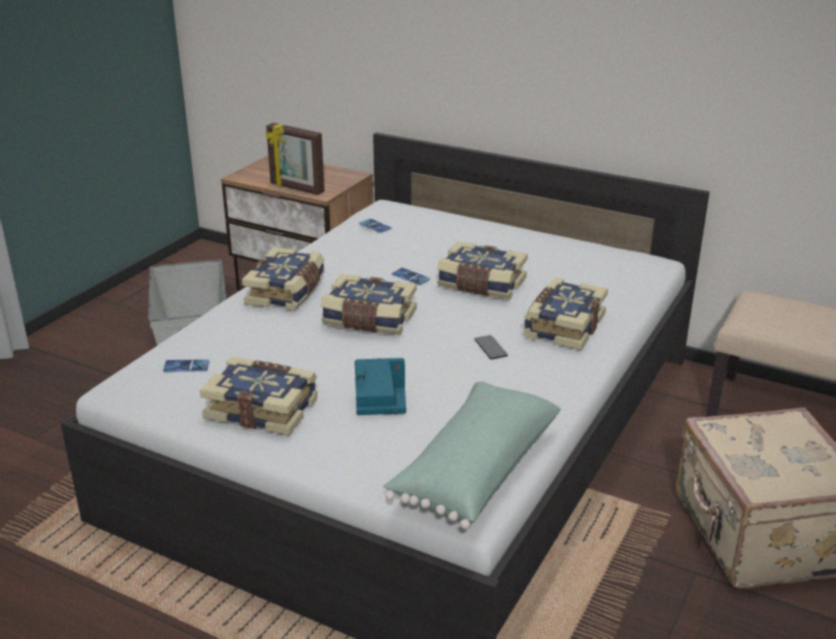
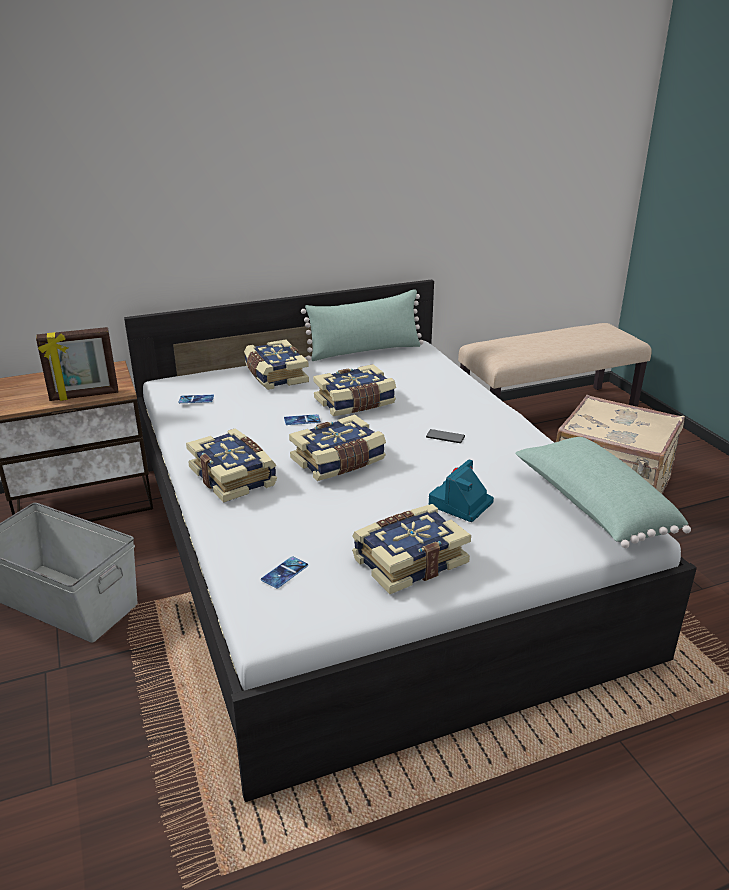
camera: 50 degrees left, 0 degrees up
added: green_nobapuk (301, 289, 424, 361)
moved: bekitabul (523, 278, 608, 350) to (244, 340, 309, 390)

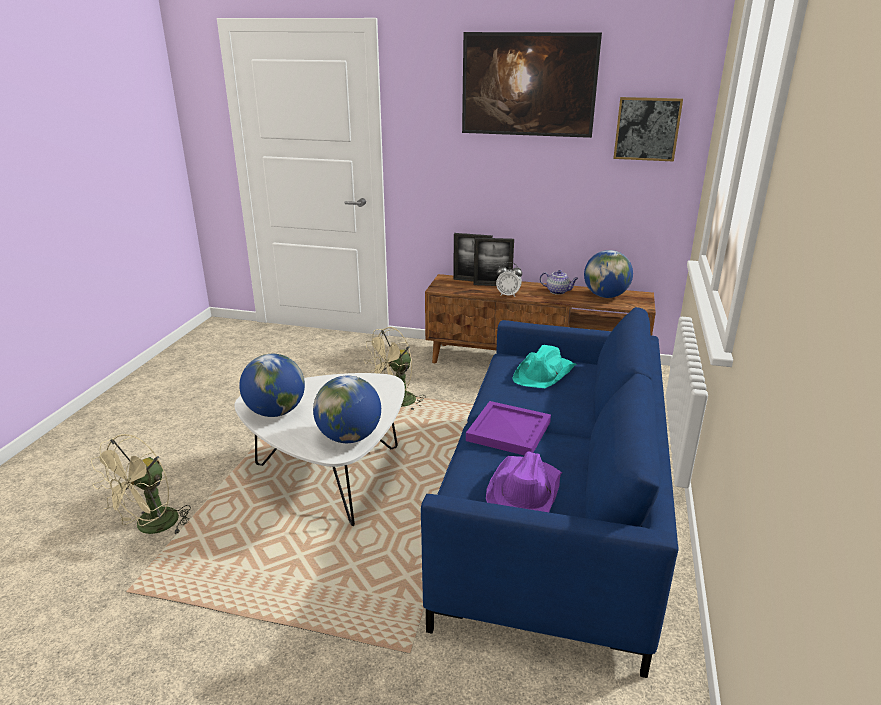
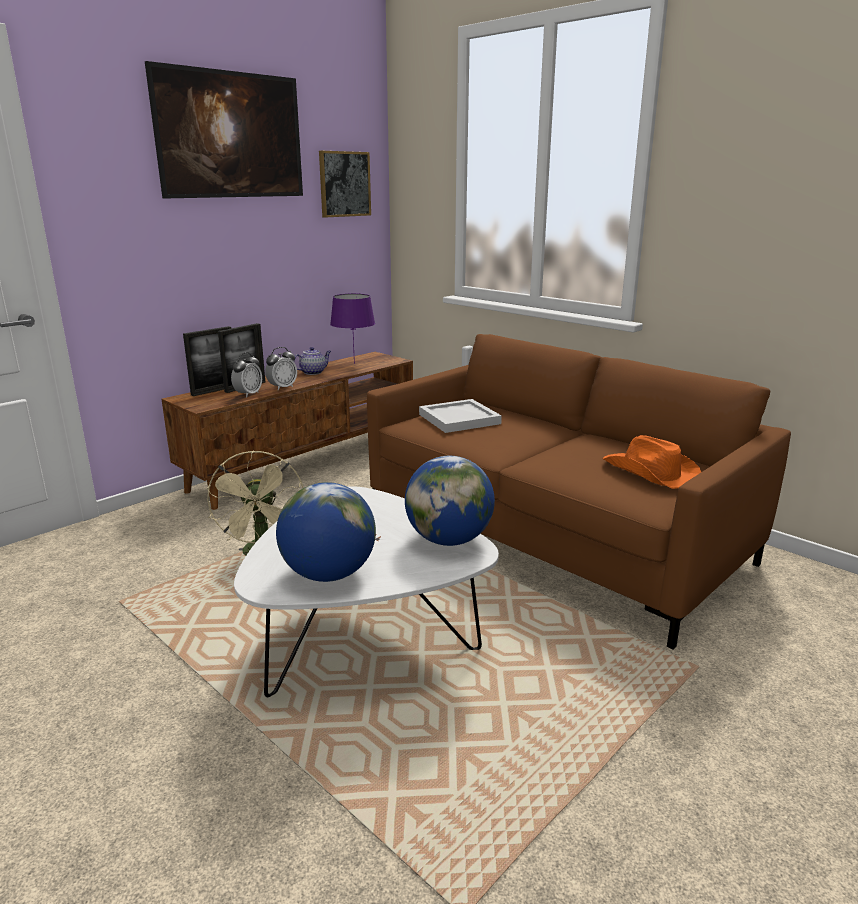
camera: 60 degrees left, 5 degrees down
removed: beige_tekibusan (91, 434, 191, 534); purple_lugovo (466, 401, 551, 455)
added: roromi (231, 352, 262, 397)
replaced: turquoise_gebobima (512, 345, 577, 388) to white_lugovo (419, 399, 502, 433); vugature (584, 250, 633, 298) to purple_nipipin (330, 293, 375, 364)
recoloured: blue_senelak (421, 307, 679, 678) to brown_senelak (367, 334, 791, 650); purple_gebobima (486, 451, 562, 512) to orange_gebobima (602, 435, 701, 489)

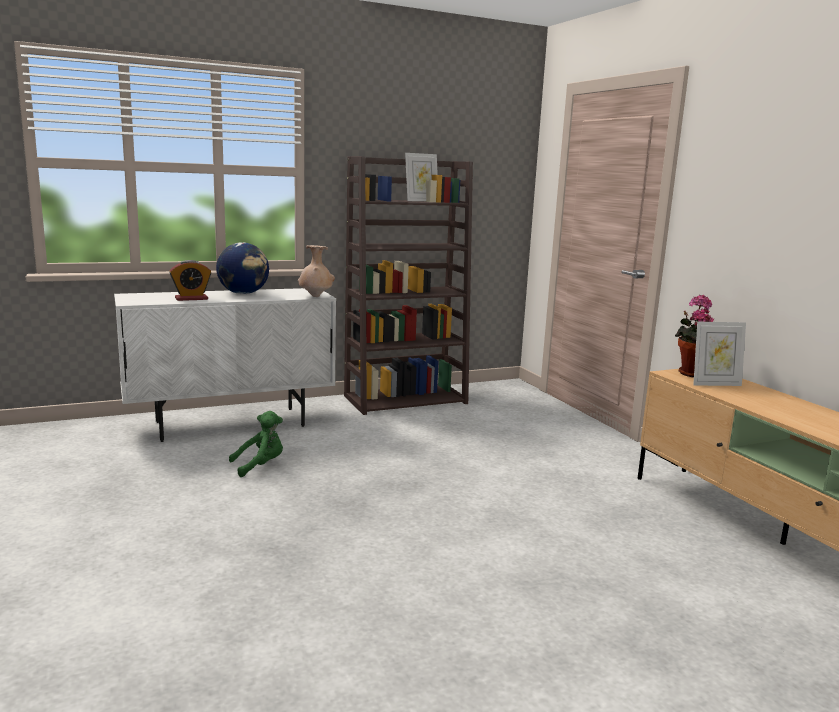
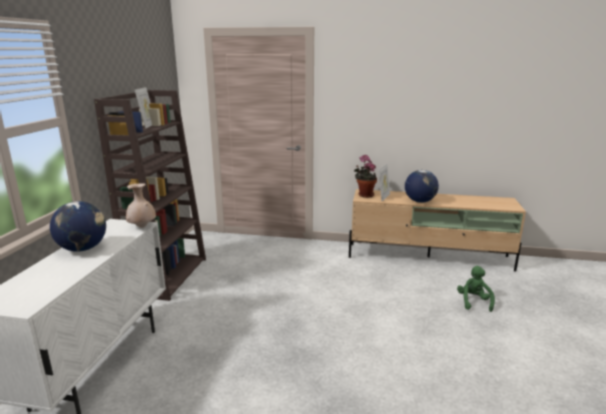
camera: 55 degrees left, 5 degrees up
removed: roromi (169, 260, 211, 301)
added: vugature (405, 170, 439, 203)
moved: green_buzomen (229, 411, 283, 477) to (457, 266, 495, 312)

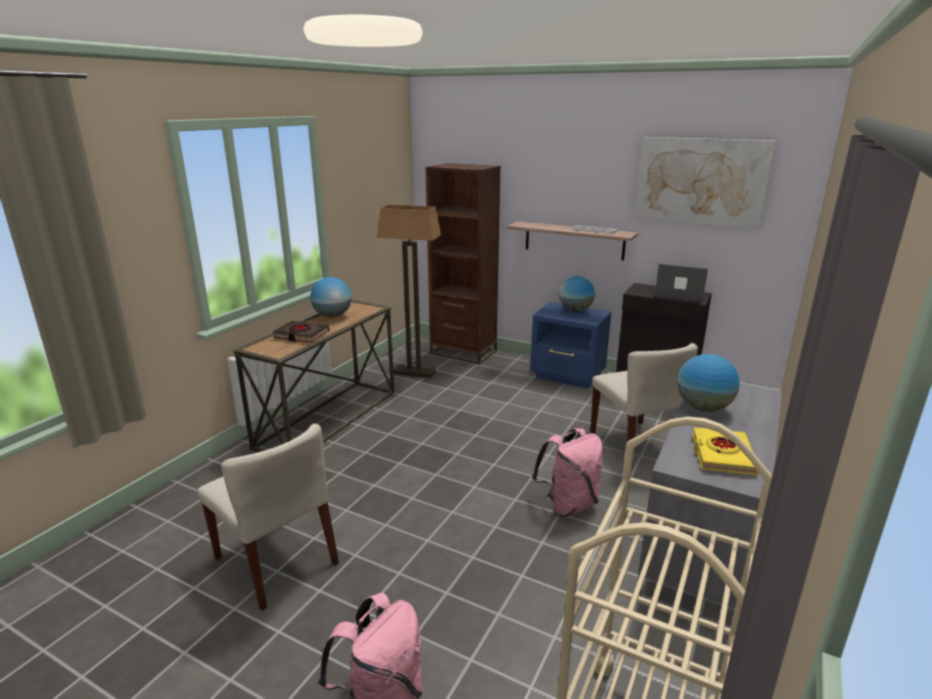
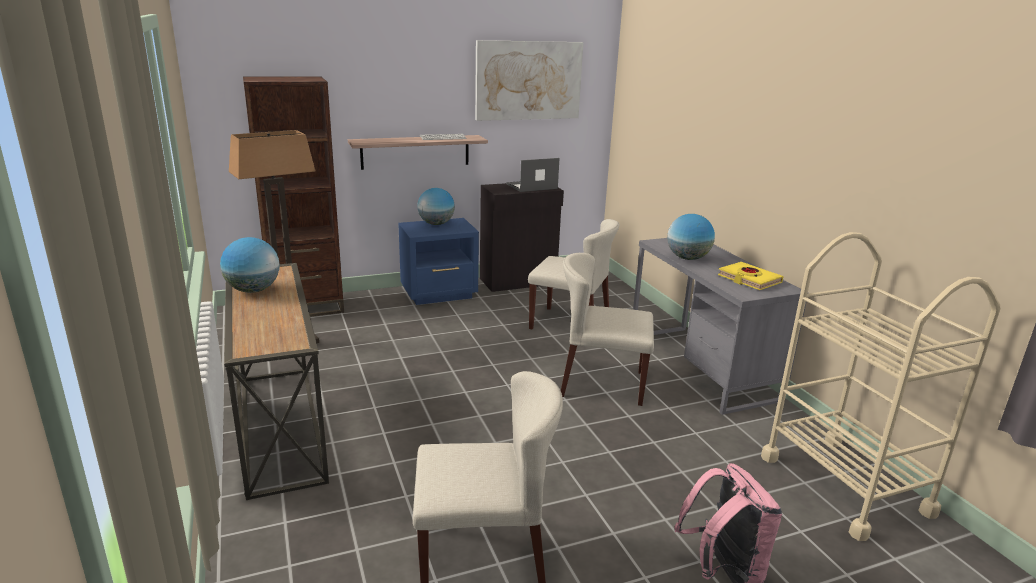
camera: 50 degrees left, 0 degrees up
removed: black_bekitabul (273, 321, 329, 342)
replaced: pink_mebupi (532, 428, 603, 517) to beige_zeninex (561, 253, 654, 406)

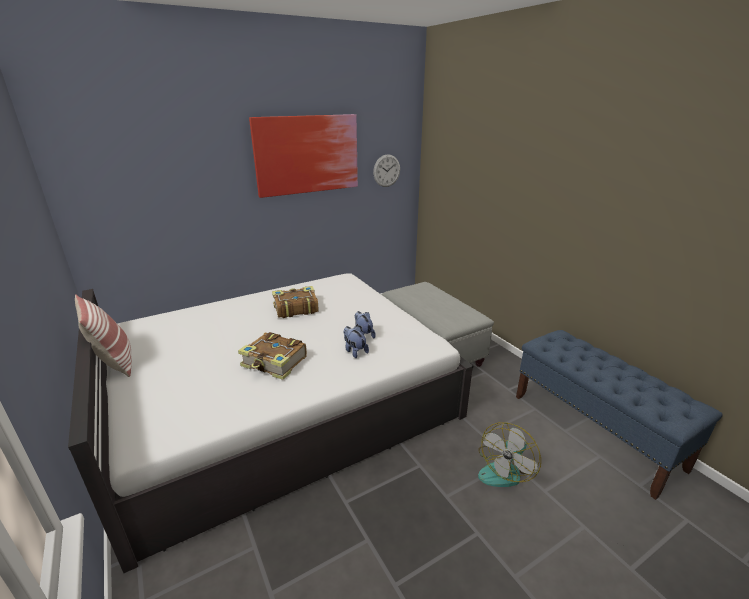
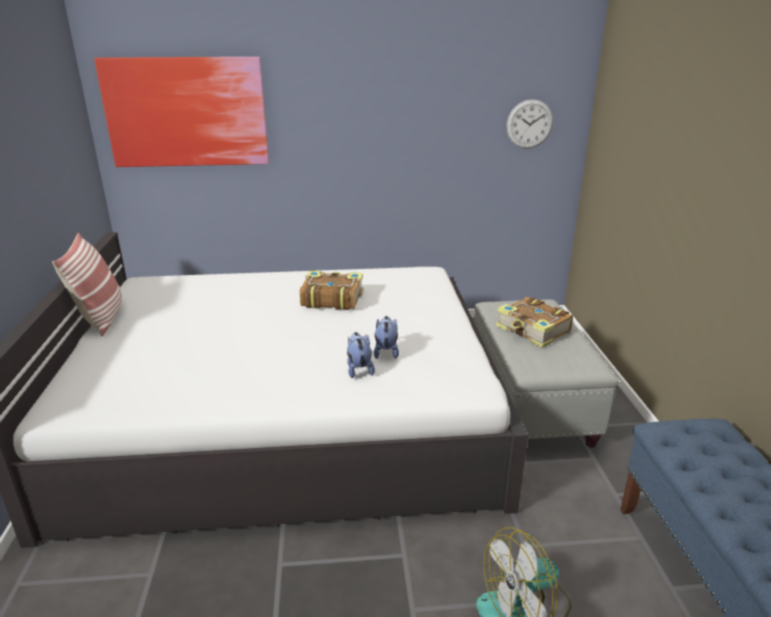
camera: 25 degrees right, 0 degrees up
moved: bekitabul (238, 332, 307, 380) to (496, 297, 573, 348); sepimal (249, 114, 358, 198) to (94, 57, 269, 167)

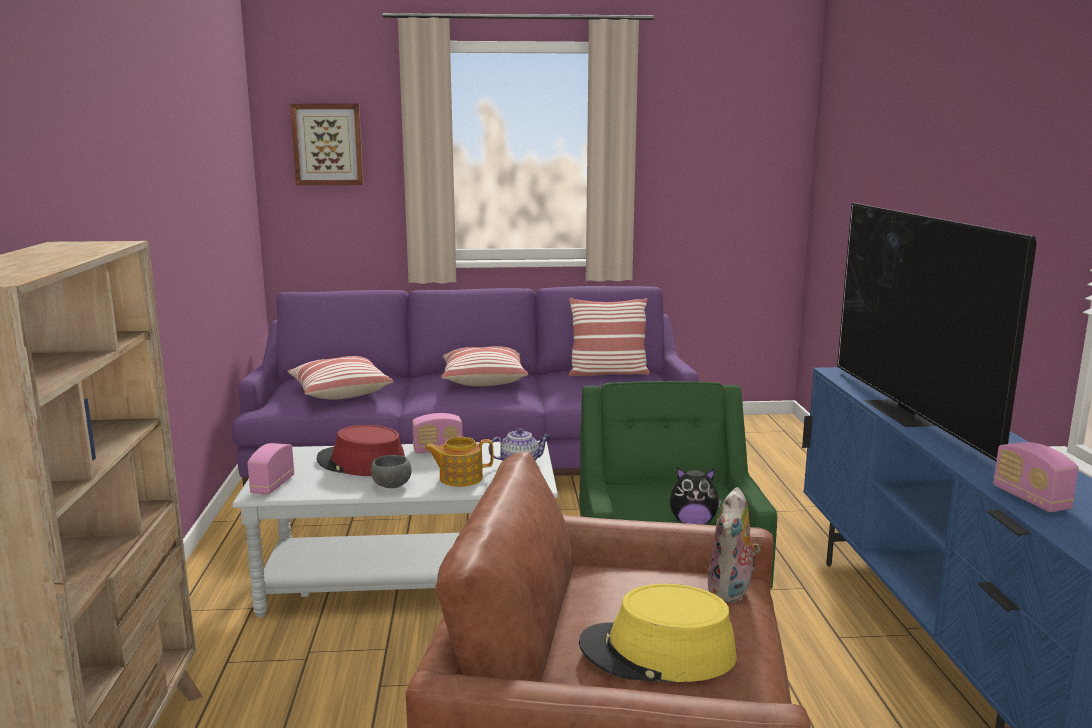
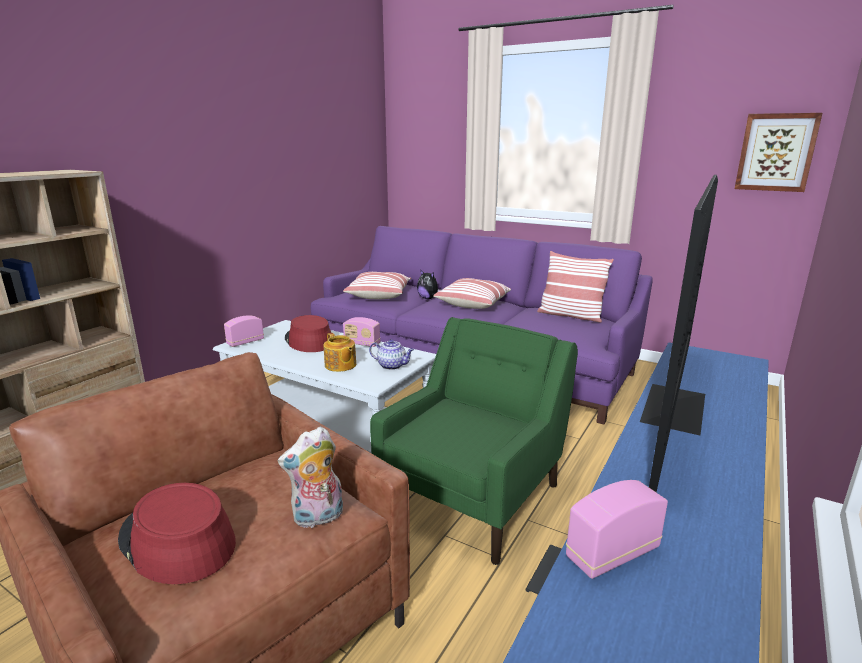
camera: 35 degrees right, 5 degrees up
removed: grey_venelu (371, 455, 412, 488)
moved: sepimal (290, 103, 364, 185) to (735, 113, 822, 192); buzomen (670, 468, 722, 525) to (417, 270, 441, 299)
recoloured: yellow_gebobima (579, 584, 737, 682) to red_gebobima (118, 483, 236, 584)
turned: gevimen (424, 437, 494, 487) = (323, 333, 356, 372) 150 degrees counterclockwise; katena (993, 442, 1079, 512) = (566, 480, 668, 579) 45 degrees clockwise

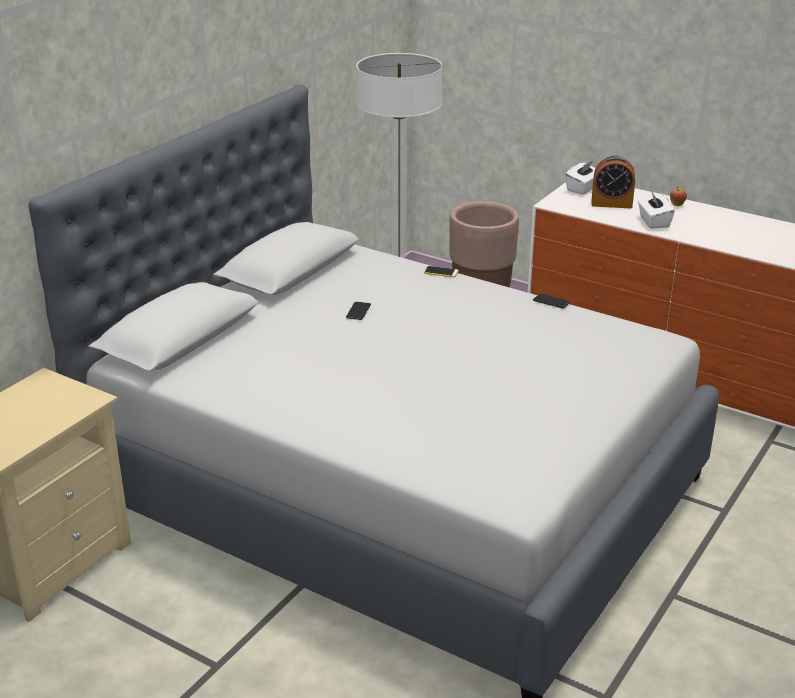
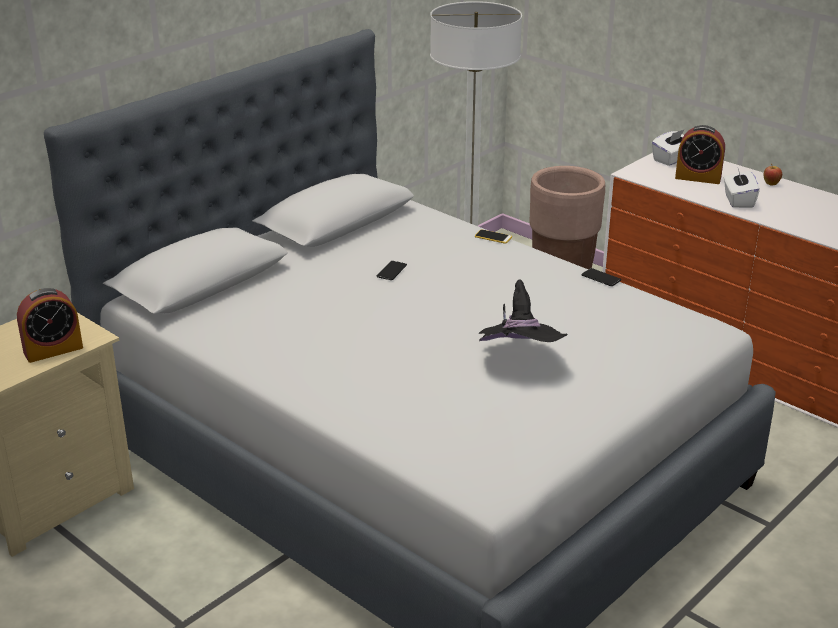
camera: 10 degrees right, 0 degrees up
added: roromi (17, 288, 83, 363); black_gebobima (478, 279, 567, 342)

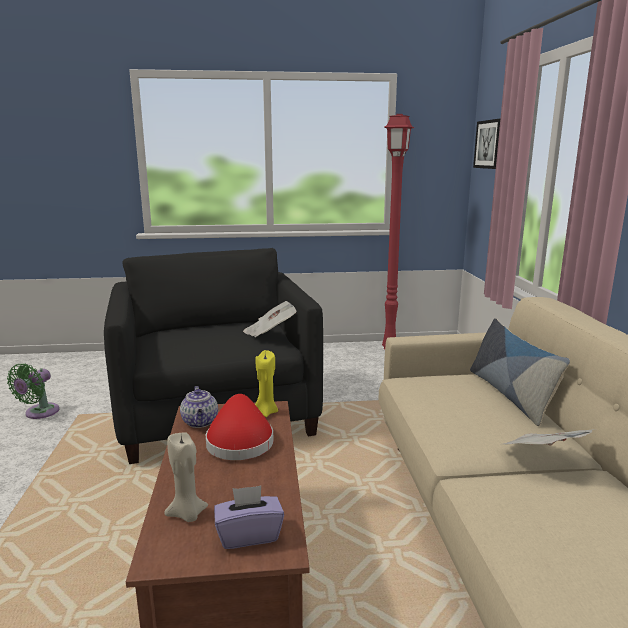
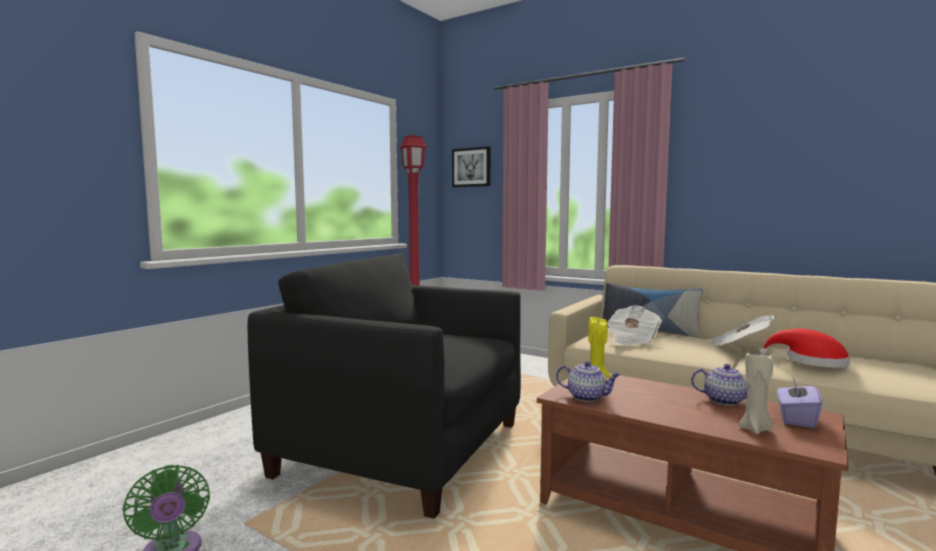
camera: 50 degrees left, 10 degrees down
added: gevimen (691, 364, 748, 406)
moved: red_gebobima (206, 394, 273, 460) to (759, 328, 850, 367); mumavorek (243, 301, 297, 337) to (607, 305, 662, 346)

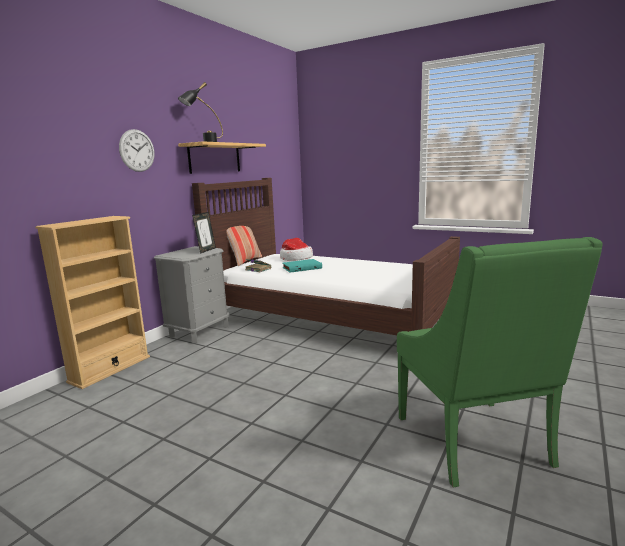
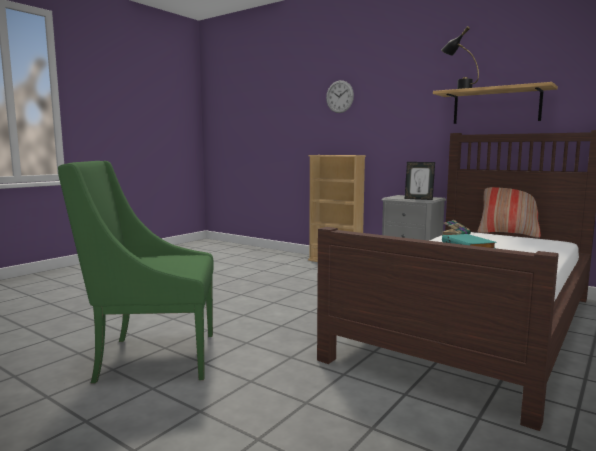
camera: 95 degrees right, 5 degrees down
removed: gebobima (280, 238, 313, 261)
moved: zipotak (119, 129, 154, 172) to (326, 80, 354, 113)

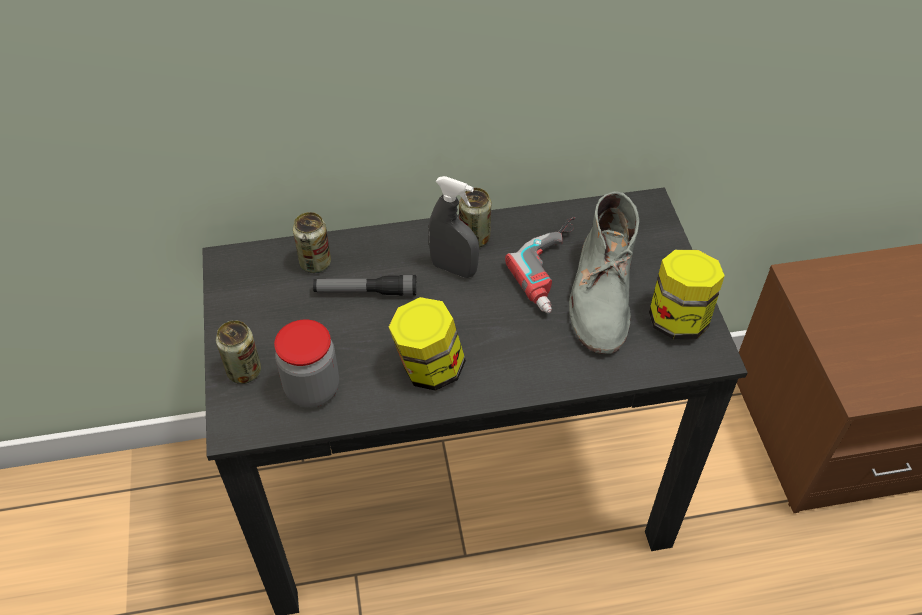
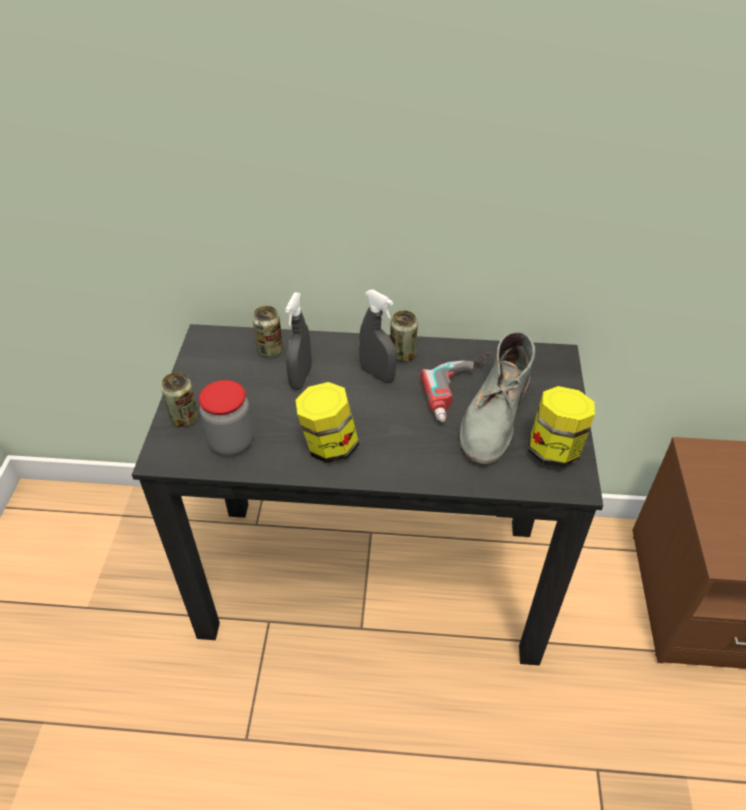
camera: 15 degrees right, 5 degrees down
replaced: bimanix (313, 275, 416, 296) to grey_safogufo (285, 292, 312, 390)

